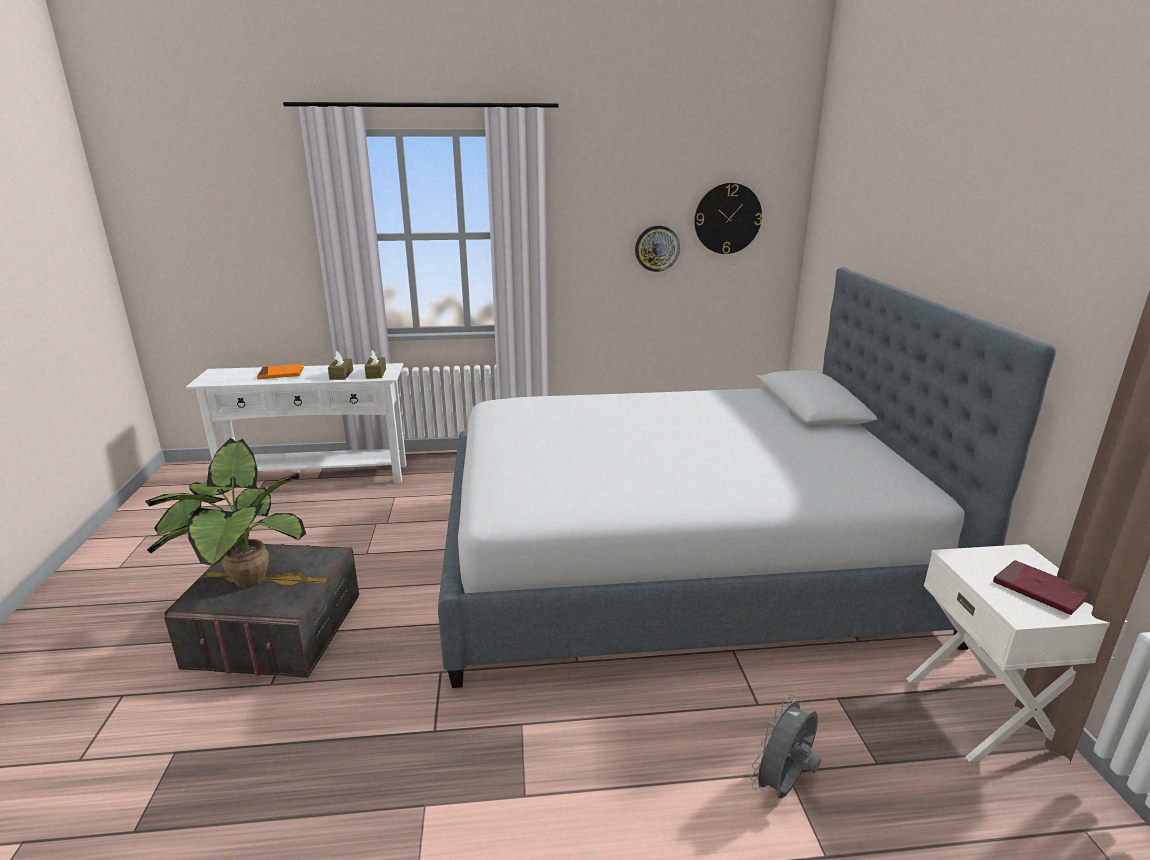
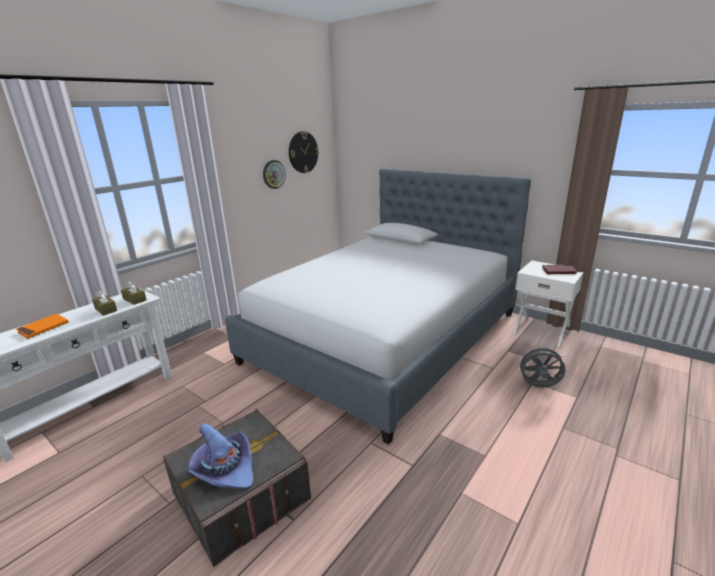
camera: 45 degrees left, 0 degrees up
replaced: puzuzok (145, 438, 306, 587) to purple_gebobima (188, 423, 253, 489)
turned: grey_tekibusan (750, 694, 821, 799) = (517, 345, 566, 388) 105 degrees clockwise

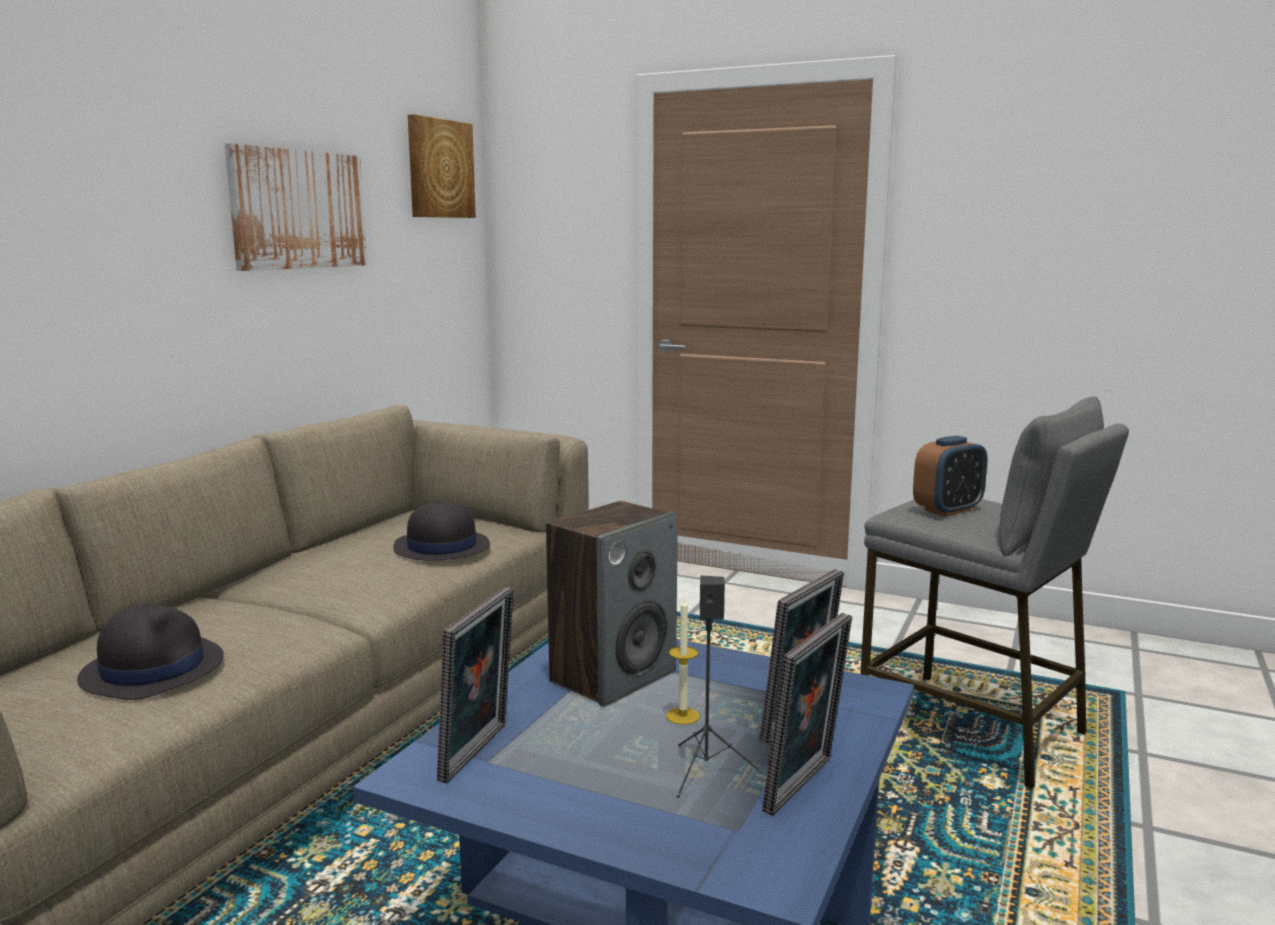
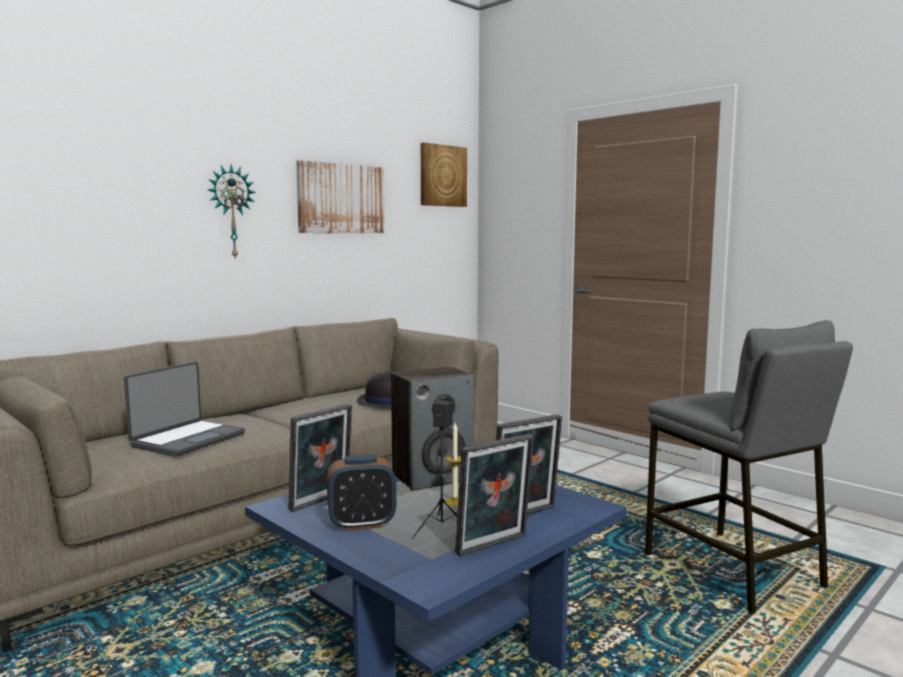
camera: 20 degrees right, 5 degrees down
added: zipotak (208, 164, 256, 260)
moved: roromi (913, 436, 987, 517) to (327, 454, 396, 531)
replaced: black_gebobima (77, 603, 224, 700) to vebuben (124, 362, 245, 457)

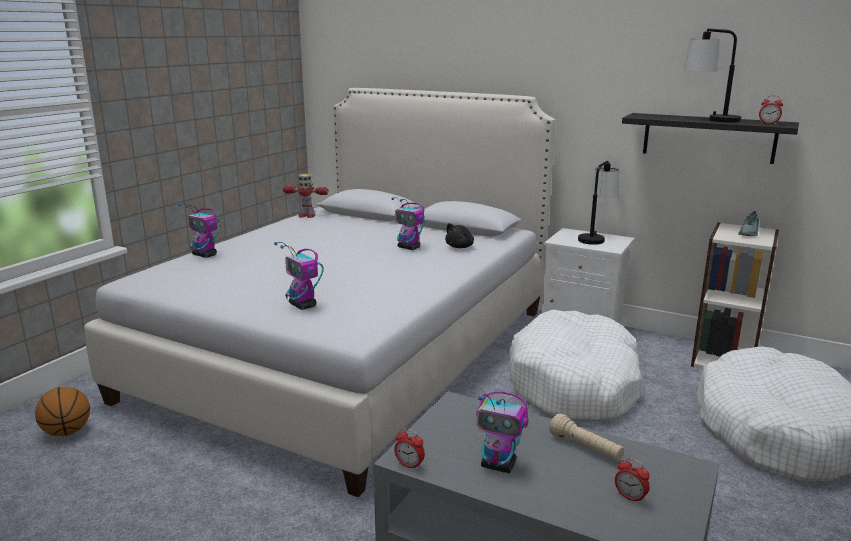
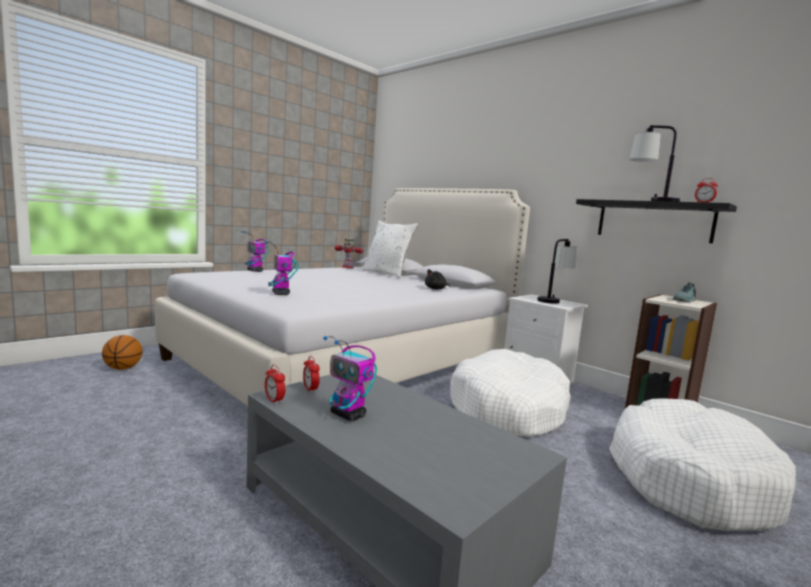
camera: 15 degrees right, 10 degrees down
removed: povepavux (391, 197, 425, 250); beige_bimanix (549, 414, 624, 461)
added: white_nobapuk (362, 221, 418, 278)
moved: roromi (615, 458, 650, 504) to (303, 356, 320, 393)

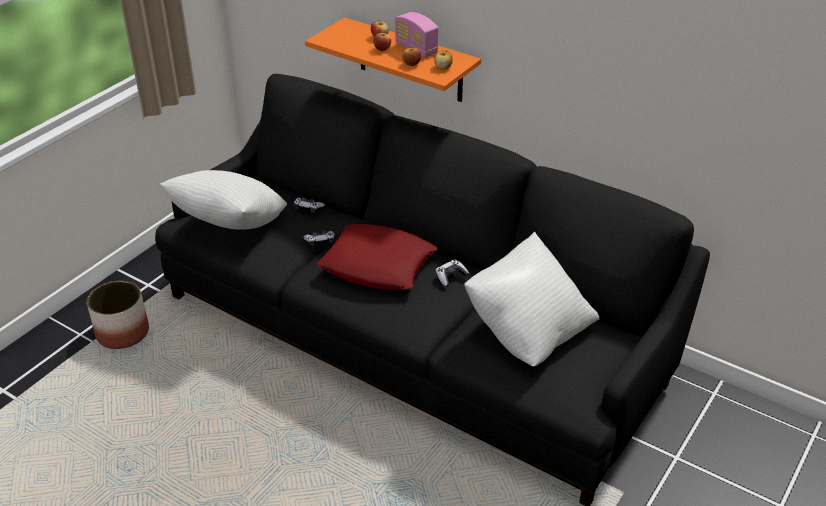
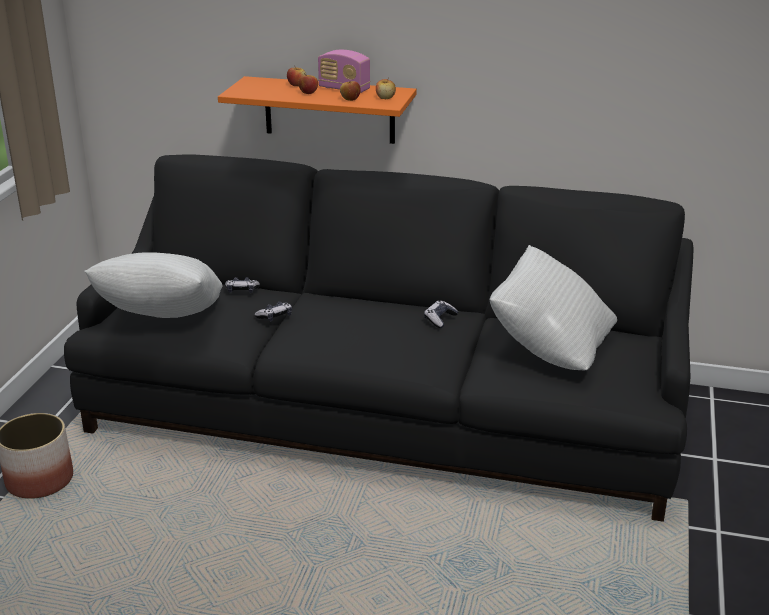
camera: 20 degrees left, 10 degrees down
removed: red_nobapuk (317, 224, 437, 290)

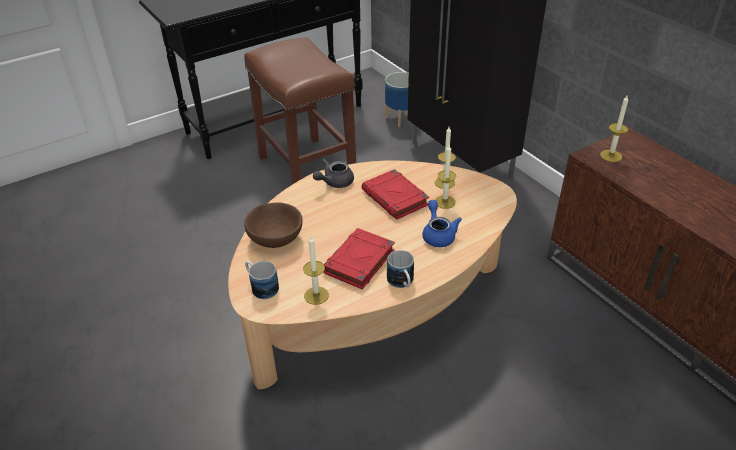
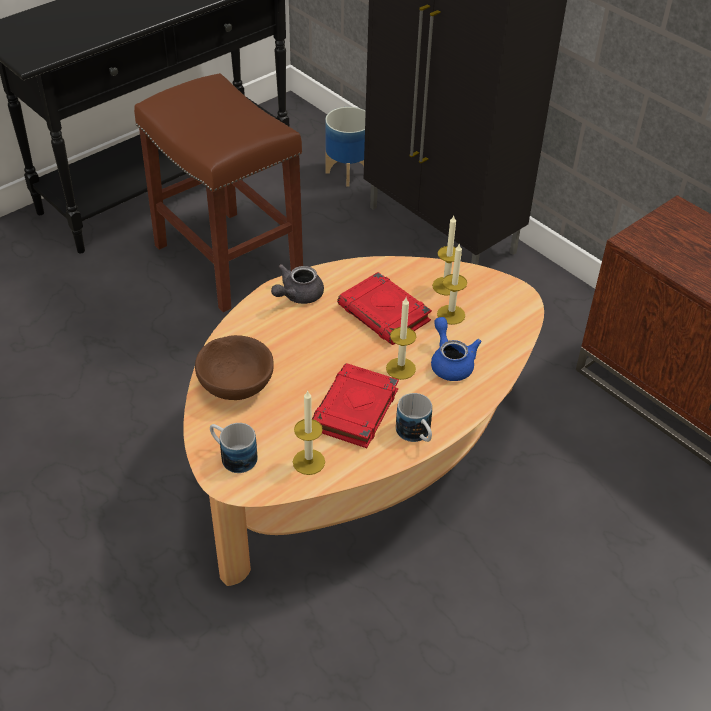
camera: 10 degrees left, 5 degrees up
moved: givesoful (600, 96, 628, 162) to (386, 298, 416, 380)

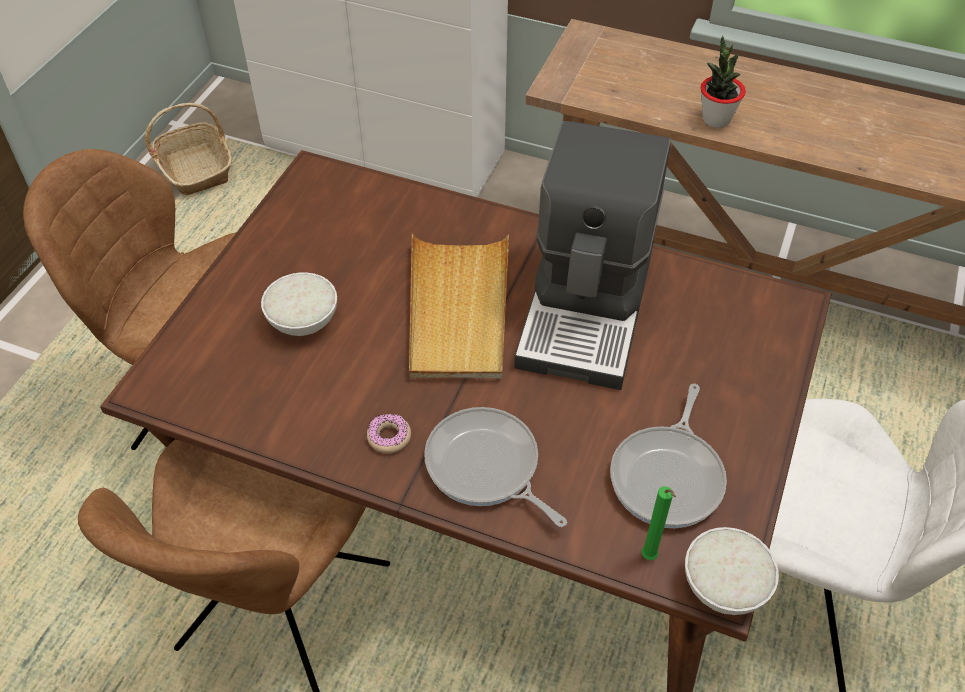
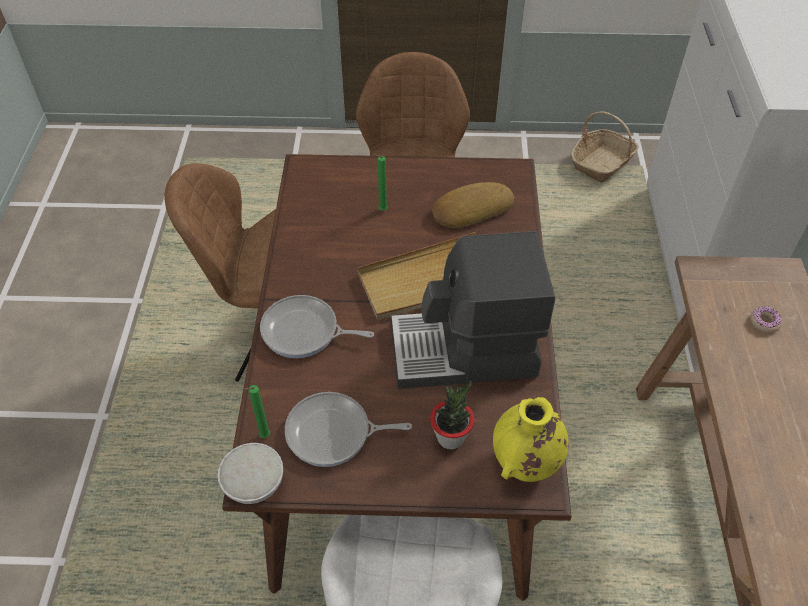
camera: 70 degrees right, 0 degrees up
added: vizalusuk (432, 182, 514, 228); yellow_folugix (493, 397, 569, 482)
moved: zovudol (367, 414, 411, 454) to (750, 306, 782, 333); puzuzok (701, 36, 746, 128) to (430, 381, 475, 449)
replaced: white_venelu (261, 272, 337, 336) to green_givesoful (376, 155, 388, 210)
turned: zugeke (424, 407, 567, 527) = (260, 295, 374, 358) 105 degrees counterclockwise

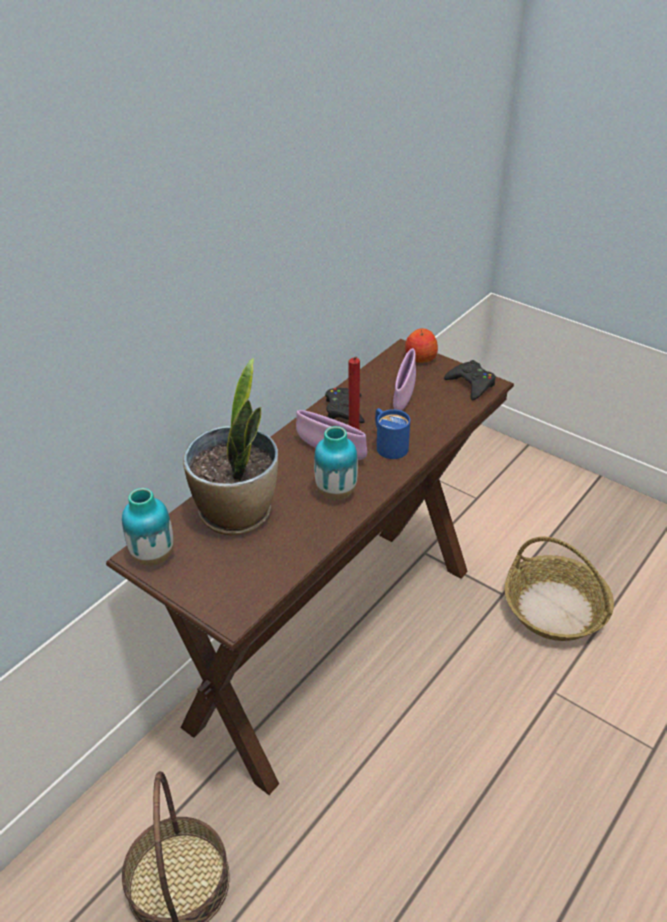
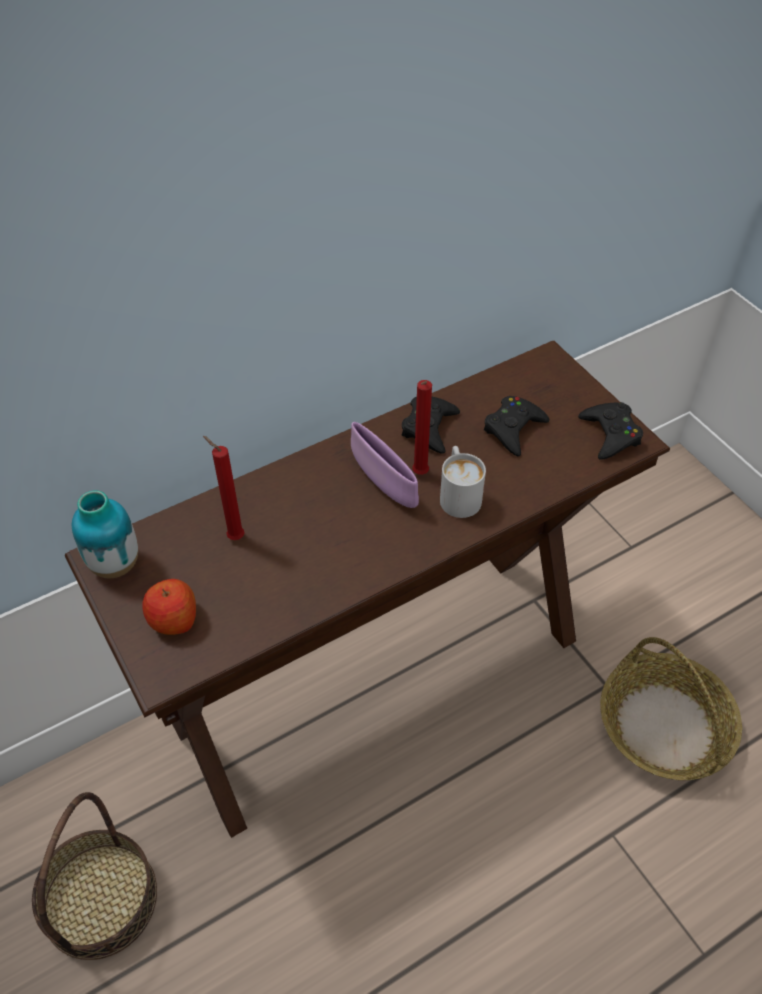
camera: 20 degrees right, 10 degrees up
removed: folugix (314, 426, 358, 500)
moved: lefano (405, 328, 438, 363) to (142, 579, 196, 635)
replaced: puzuzok (183, 358, 278, 535) to red_givesoful (203, 436, 245, 540); purple_venelu (393, 348, 416, 411) to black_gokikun (484, 396, 549, 456)
recoloured: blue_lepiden (375, 408, 410, 459) to white_lepiden (440, 446, 486, 518)

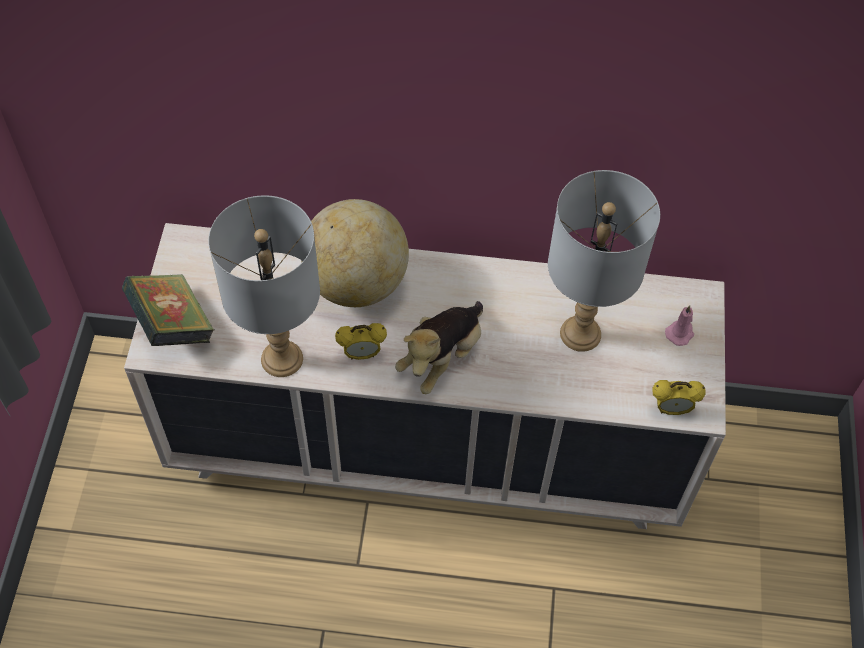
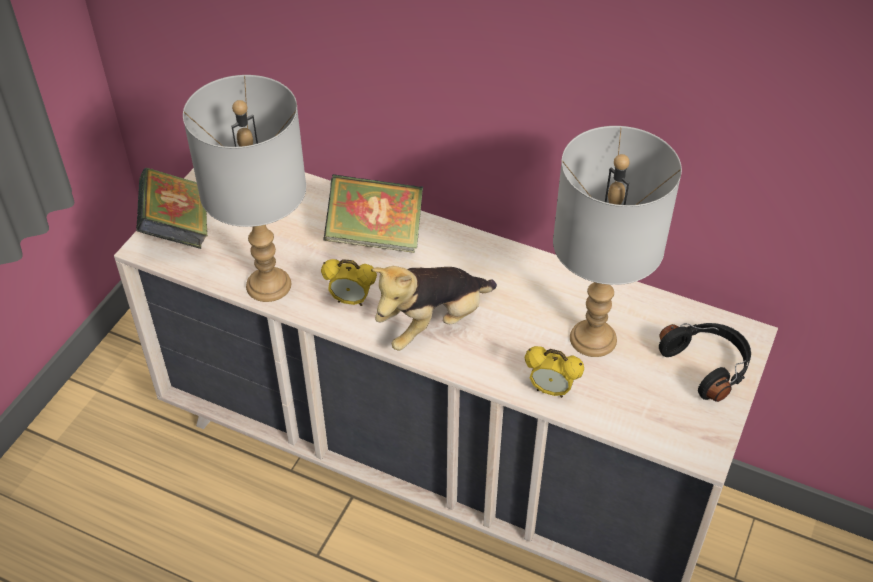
camera: 20 degrees right, 10 degrees down
moved: roromi (652, 380, 706, 415) to (525, 346, 584, 398)
replaced: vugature (301, 199, 409, 307) to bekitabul (324, 174, 423, 253); pink_givesoful (665, 305, 694, 346) to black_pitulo (659, 323, 751, 402)

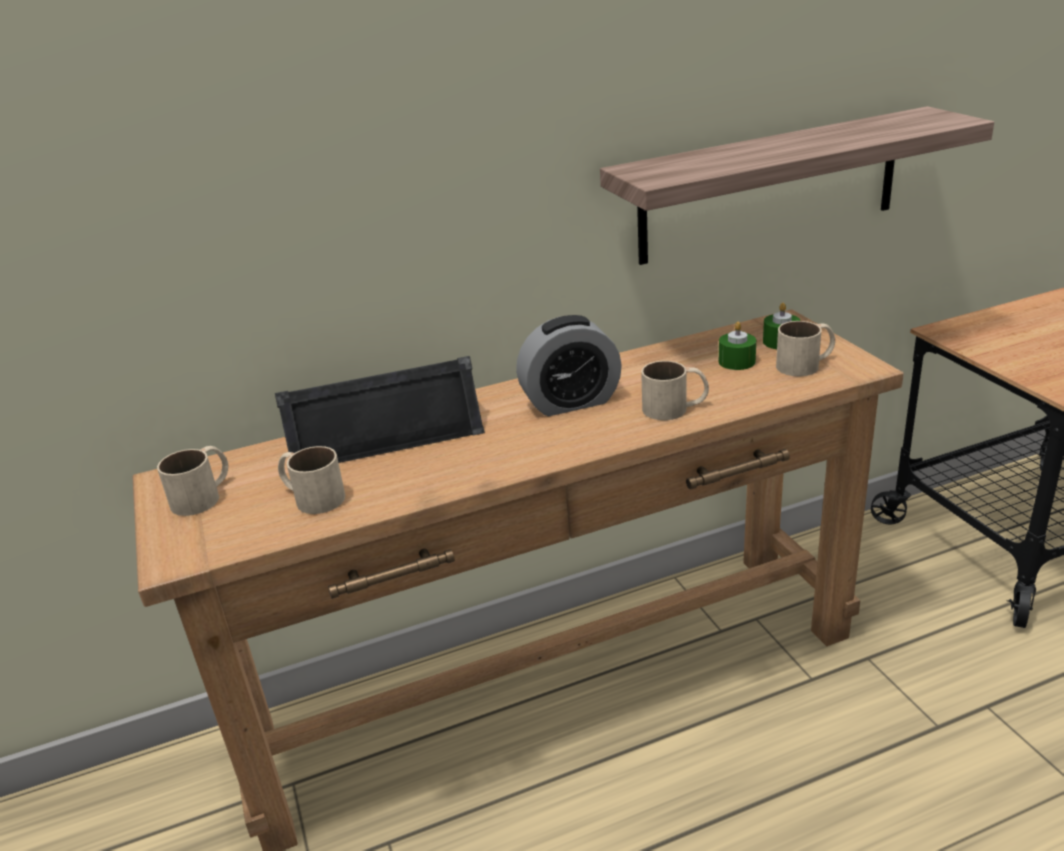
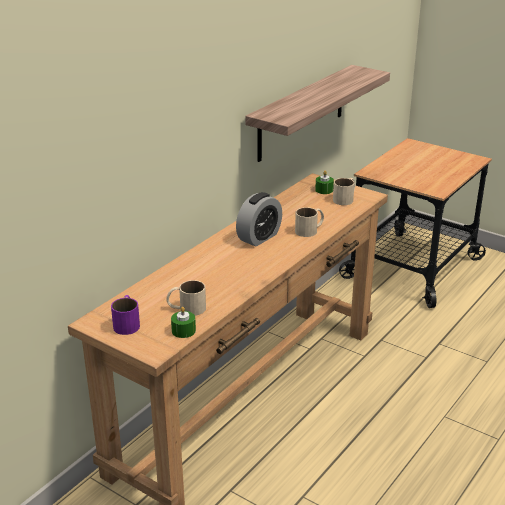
camera: 35 degrees left, 0 degrees up
removed: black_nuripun (275, 356, 485, 463)
moved: green_givesoful (719, 321, 756, 370) to (171, 307, 196, 338)
recoloured: beige_lepiden (157, 446, 228, 516) to purple_lepiden (111, 295, 140, 335)

